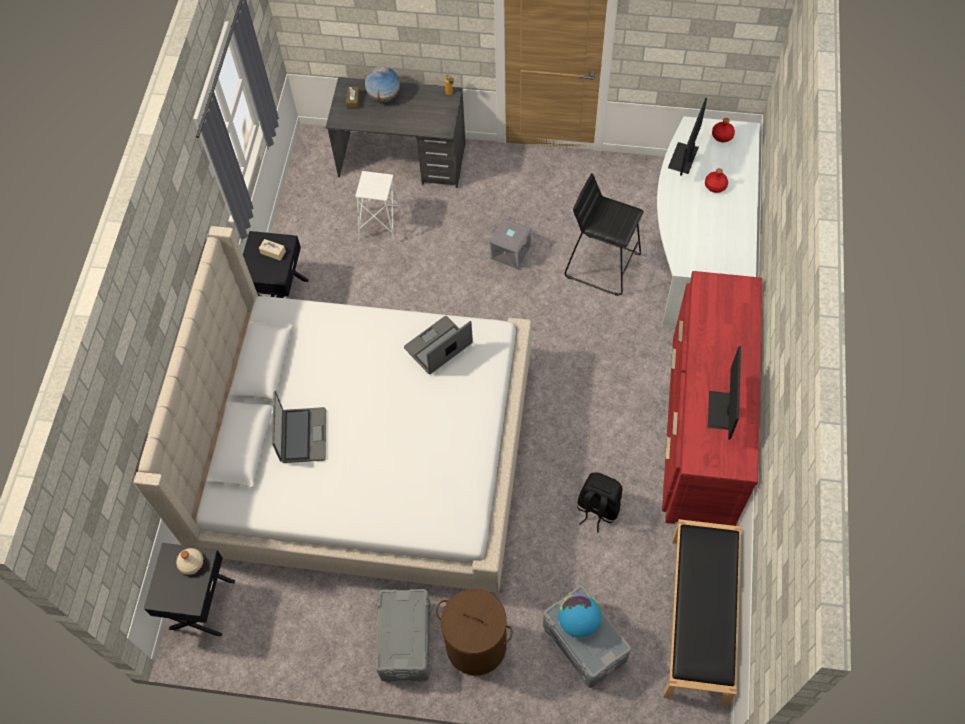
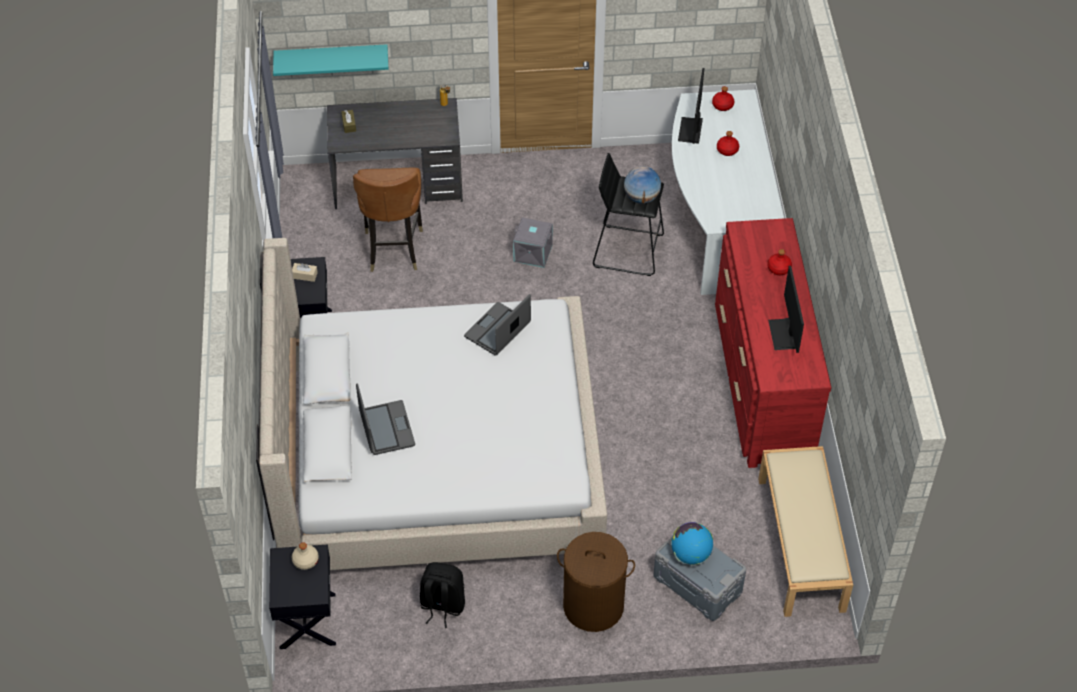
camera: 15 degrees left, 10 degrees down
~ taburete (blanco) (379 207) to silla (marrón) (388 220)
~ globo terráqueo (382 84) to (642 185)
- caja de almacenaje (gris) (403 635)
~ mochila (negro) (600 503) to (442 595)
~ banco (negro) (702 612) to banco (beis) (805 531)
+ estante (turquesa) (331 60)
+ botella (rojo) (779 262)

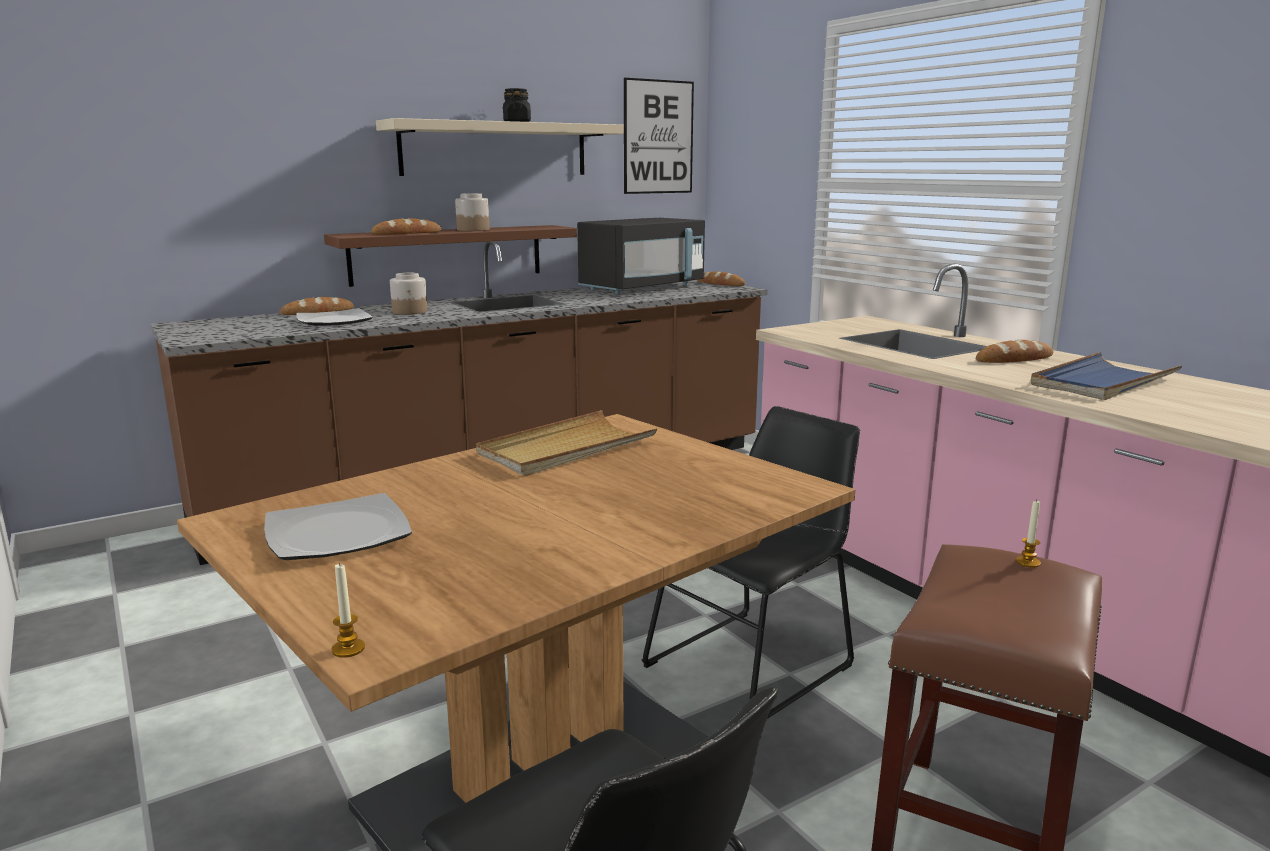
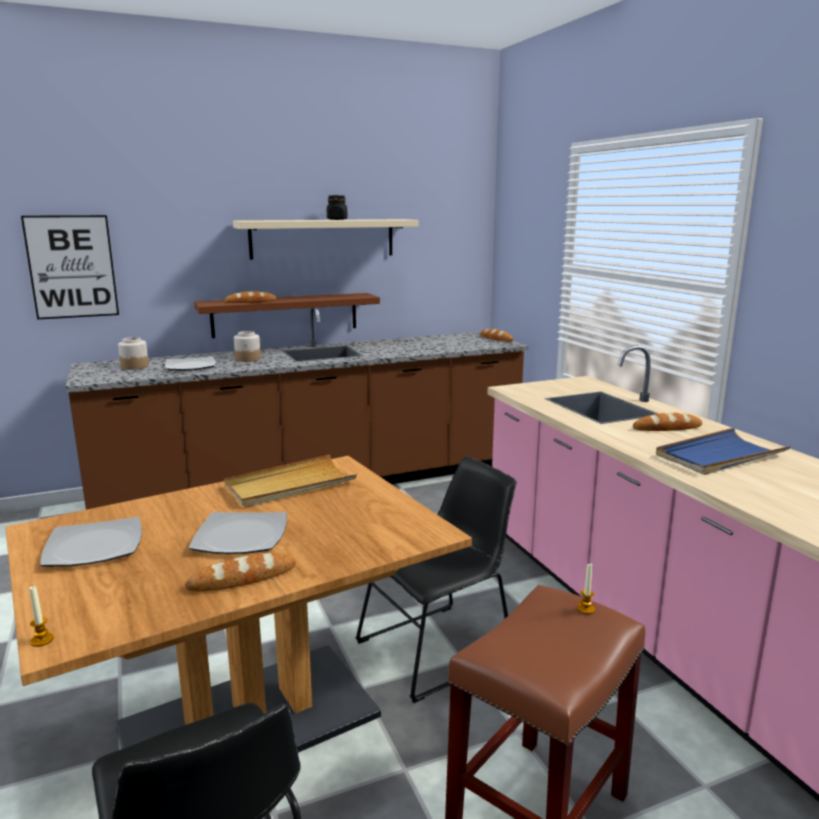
camera: 10 degrees right, 0 degrees up
~ pan (317 306) to (240 572)
~ tarro (472 212) to (133 353)
- microondas (negro) (641 256)
~ cuadro (659 136) to (70 267)
+ plato (238 533)

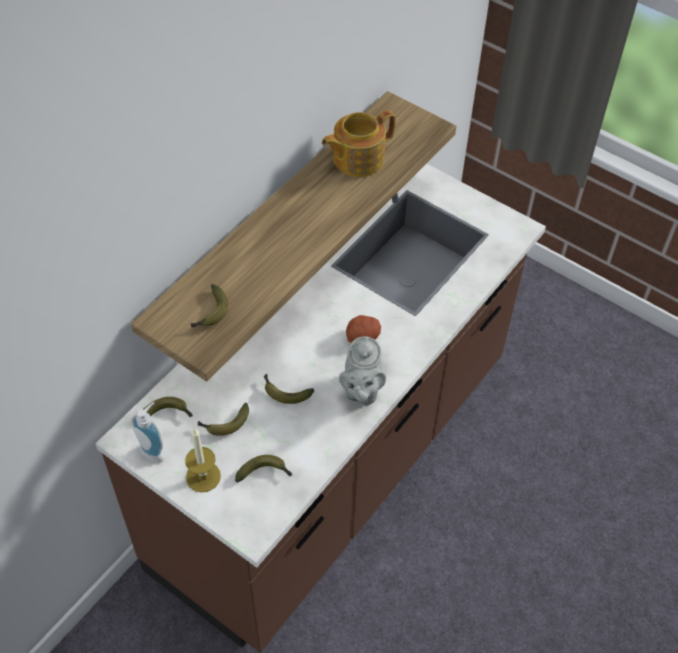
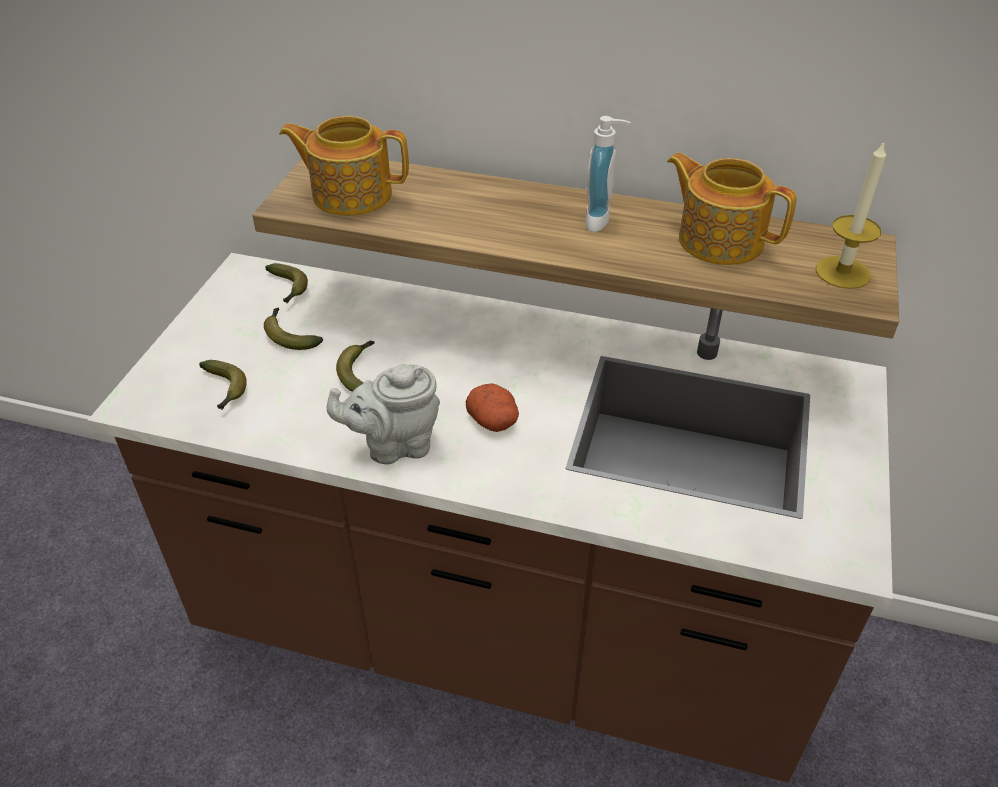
camera: 70 degrees right, 10 degrees down
~ dispensador de jabón (148 432) to (608 174)
~ vela (203 460) to (851 214)
~ plátano (209 306) to tetera (344 166)

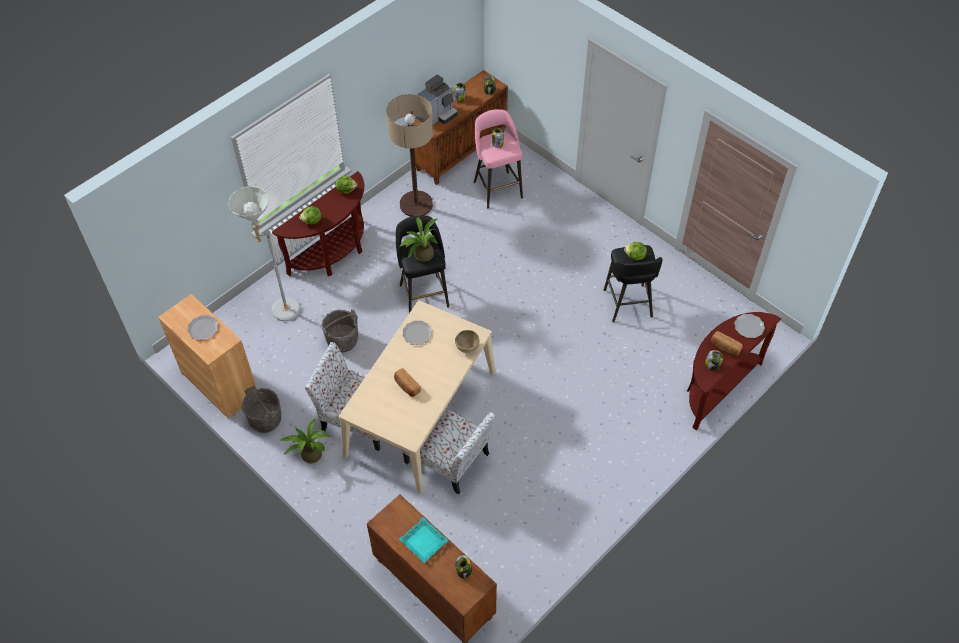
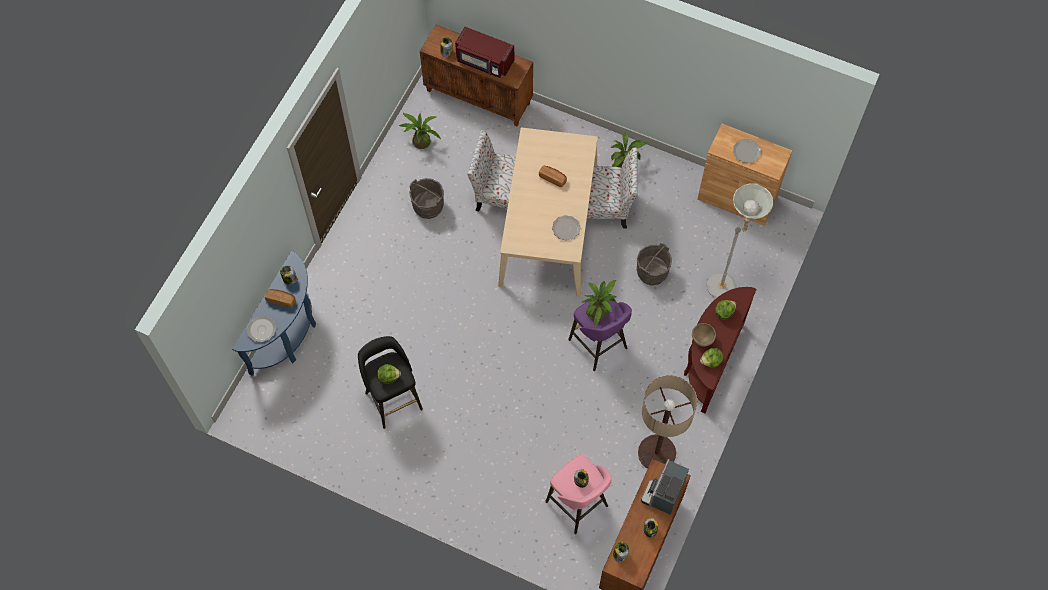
camera: 160 degrees right, 10 degrees up
~ cubo (gris) (262 409) to (426 198)
~ taburete (negro) (423 264) to taburete (morado) (600 333)
~ bandeja (turquesa) (424 540) to microondas (rojo) (484 52)
~ cuenco (marrón) (467 341) to (704 335)
~ mesa consola (marrón) (734 371) to mesa consola (azul) (274 313)
+ planta en maceta (420 131)

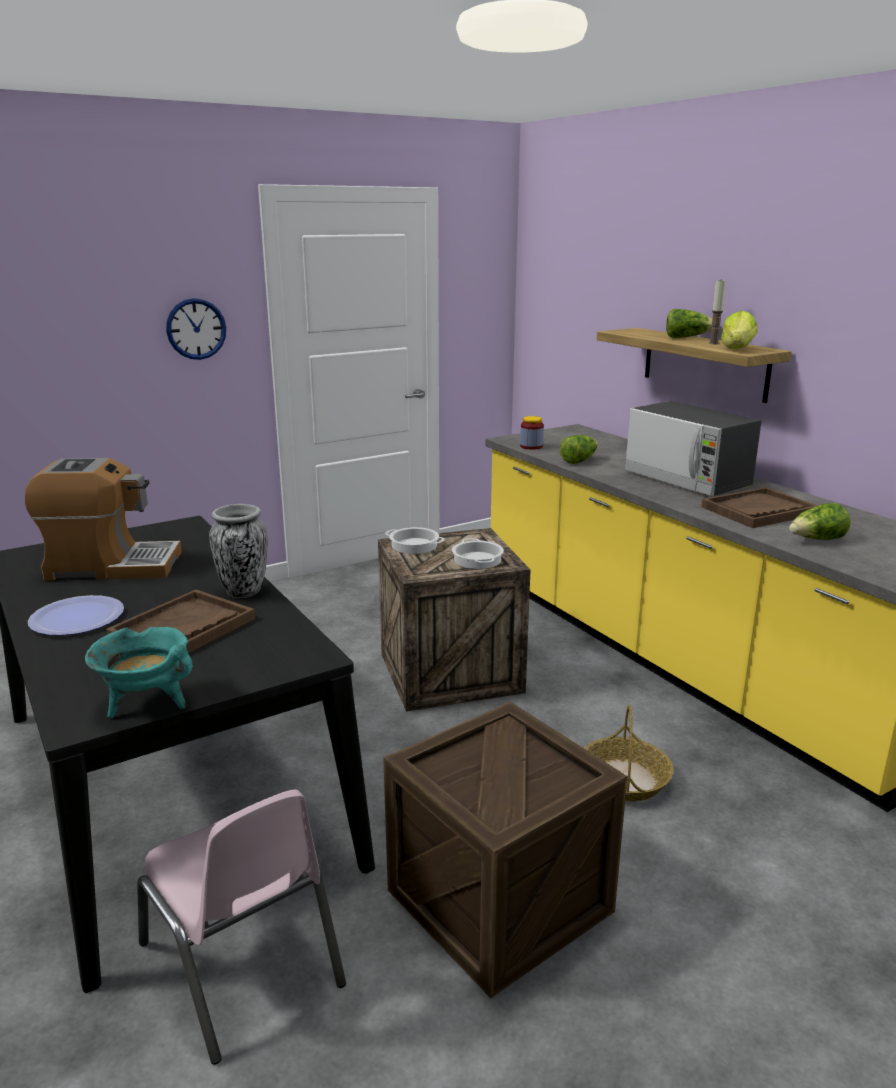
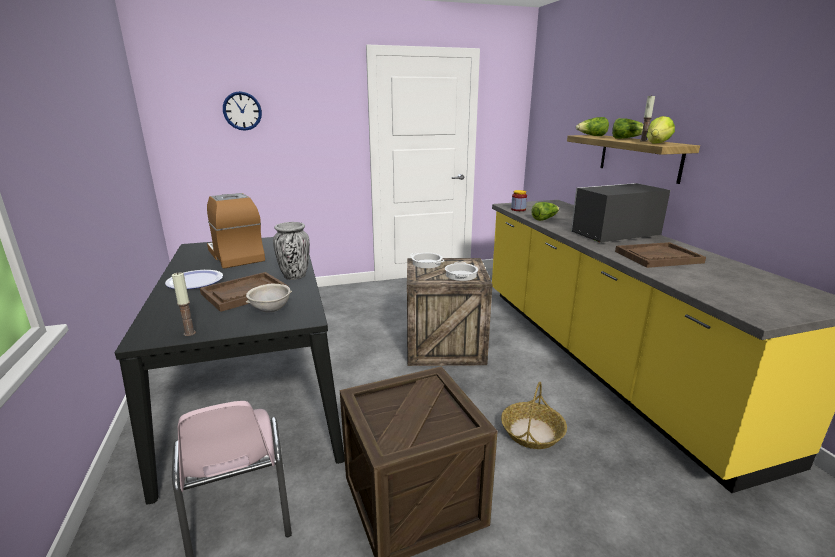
camera: 15 degrees right, 0 degrees up
~ cafetera (103 519) = (236 231) 135 degrees counterclockwise
~ olla (turquesa) (139 672) to vela (184 304)
~ reloj de pared (196 329) to (242 111)
~ microondas (693 448) = (620 213) 90 degrees clockwise
~ lechuga (820 521) to (592 126)
+ cuenco (gris) (269 298)

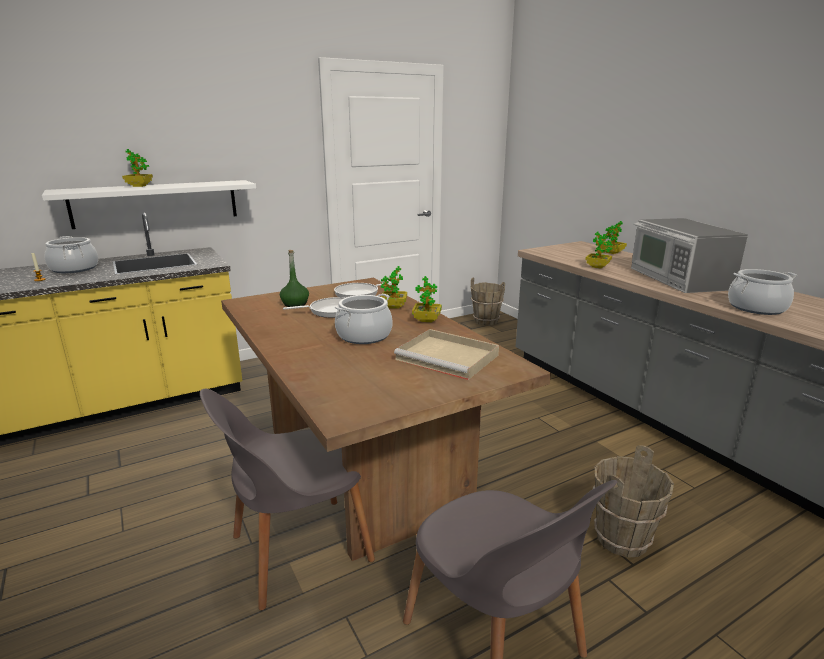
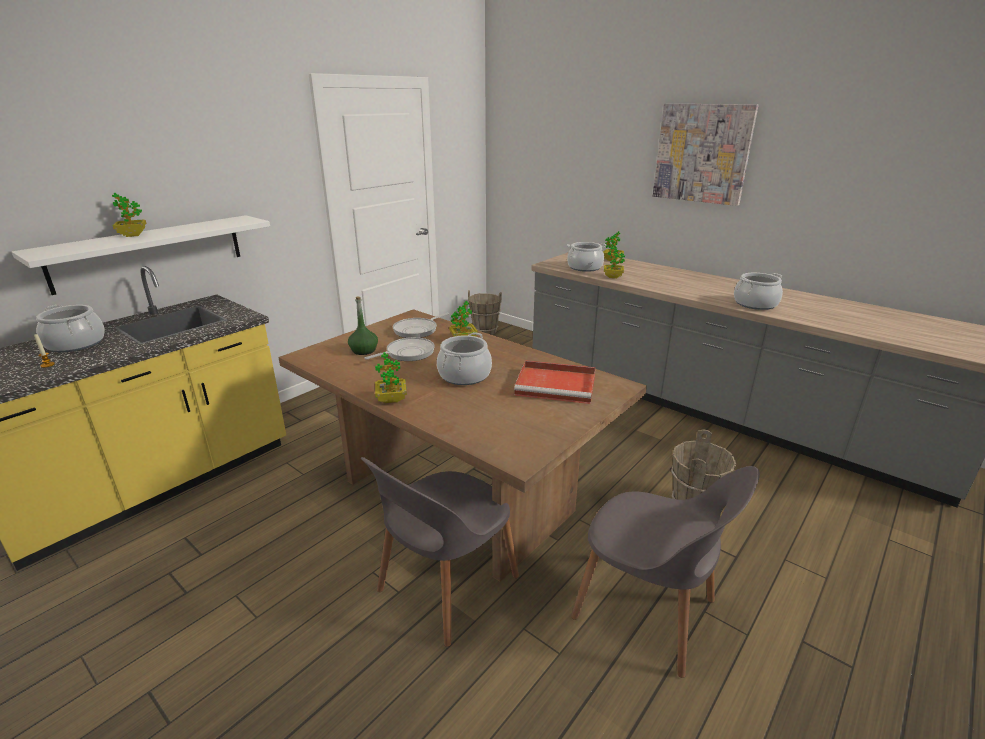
camera: 20 degrees left, 5 degrees up
~ bandeja (beis) (446 354) to bandeja (rojo) (555 382)
~ planta en maceta (427 299) to (391 377)
- microondas (689 255)
+ olla (586 257)
+ cuadro (706 155)

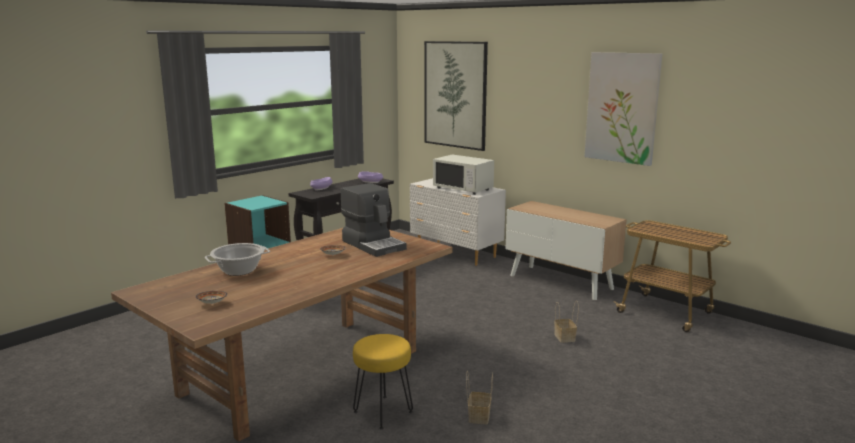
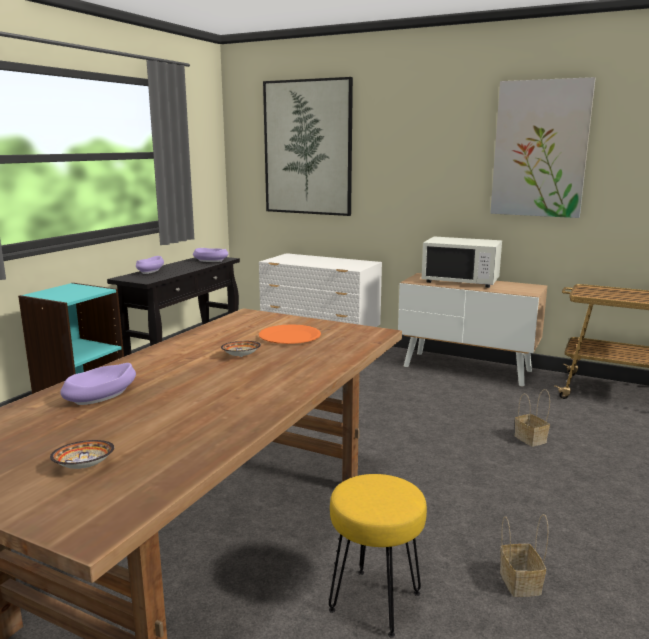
camera: 15 degrees left, 0 degrees up
~ olla (237 259) to cuenco (morado) (98 384)
~ cafetera (374 220) to plato (naranja) (290 334)
~ microondas (blanco) (463 175) to (462 262)

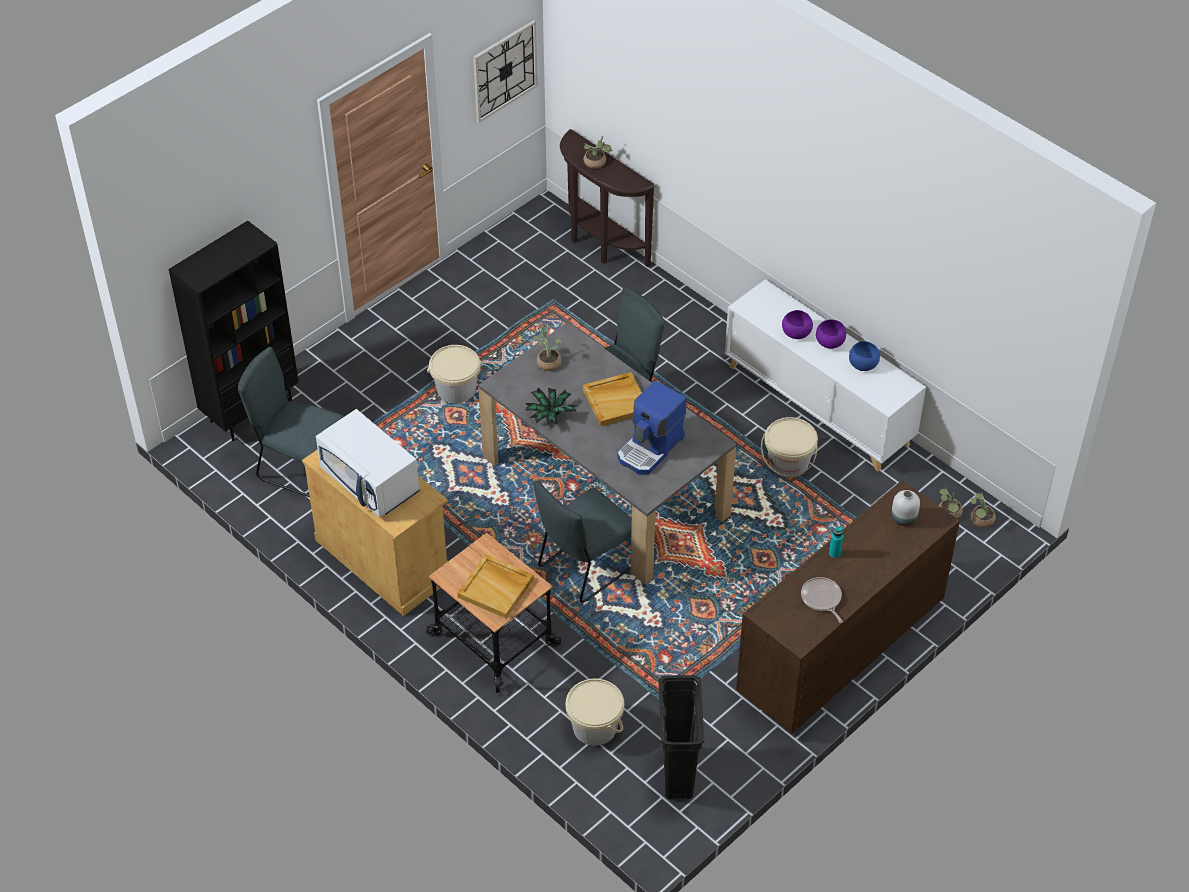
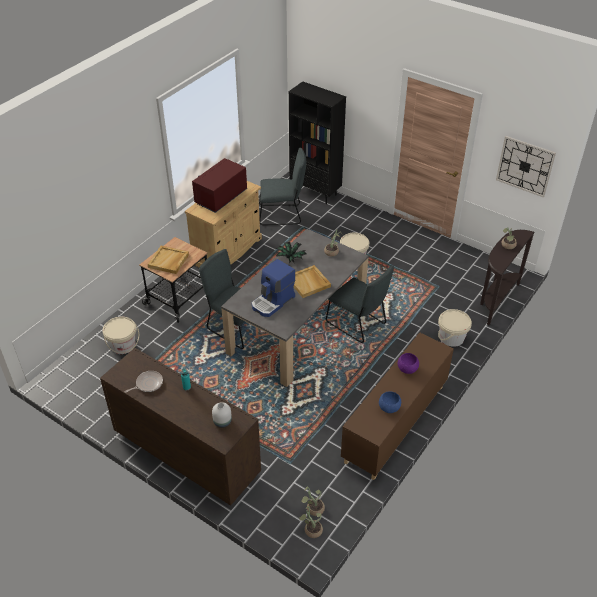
camera: 80 degrees right, 5 degrees down
~ silla (gris) (291 422) = (282 186) 75 degrees clockwise
~ microondas (blanco) (368 463) to microondas (rojo) (219 185)
~ cafetera (652 427) = (273 288) 75 degrees counterclockwise
- papelera (negro) (682 737)
~ armario (blanco) (825 375) to armario (marrón) (397 406)
~ cubo (beis) (789 447) to (455 328)
- cuenco (morado) (831 334)

